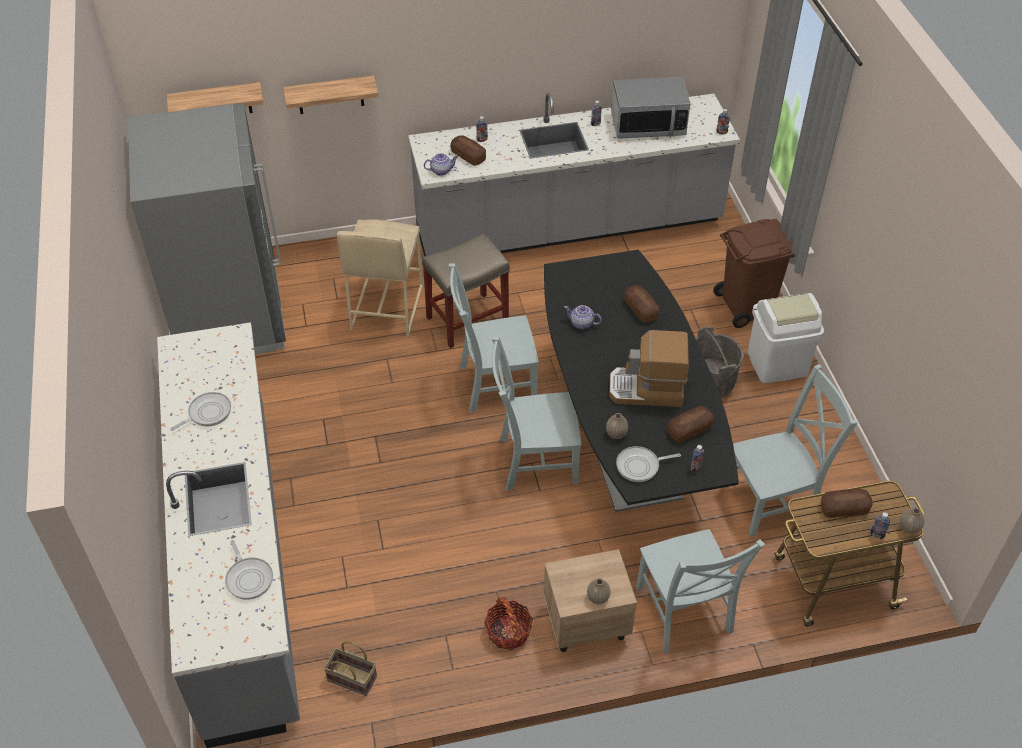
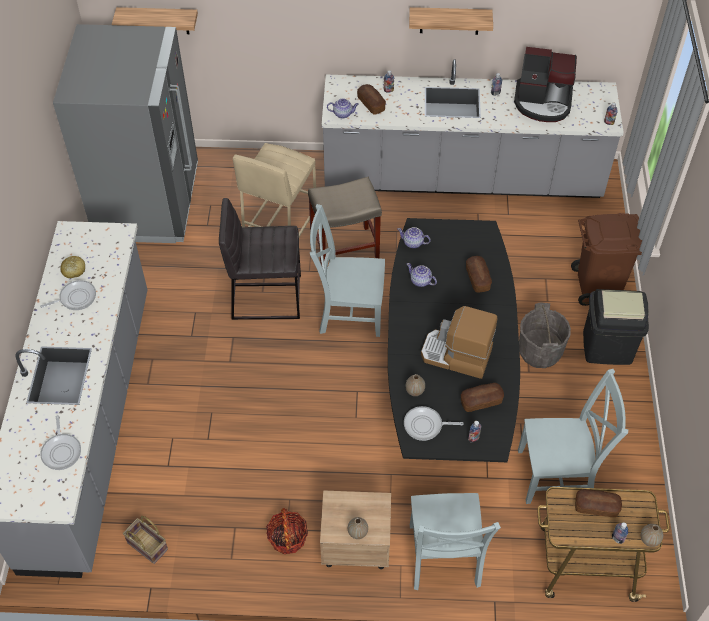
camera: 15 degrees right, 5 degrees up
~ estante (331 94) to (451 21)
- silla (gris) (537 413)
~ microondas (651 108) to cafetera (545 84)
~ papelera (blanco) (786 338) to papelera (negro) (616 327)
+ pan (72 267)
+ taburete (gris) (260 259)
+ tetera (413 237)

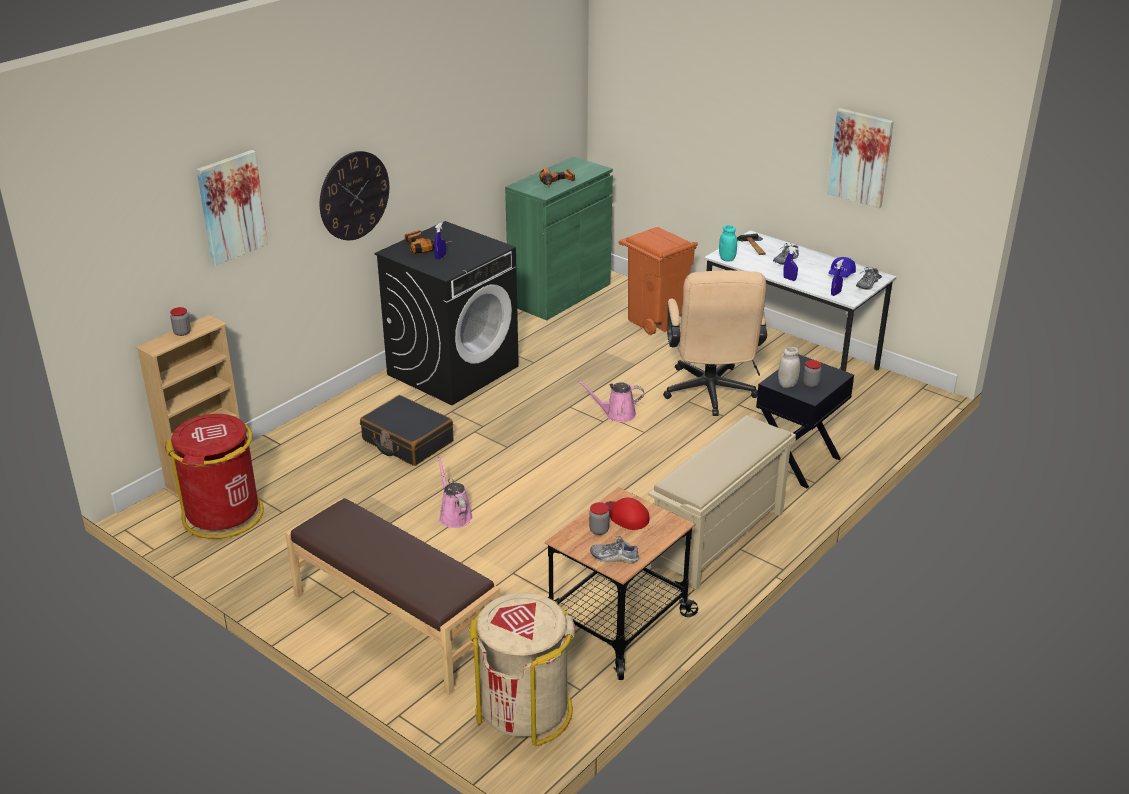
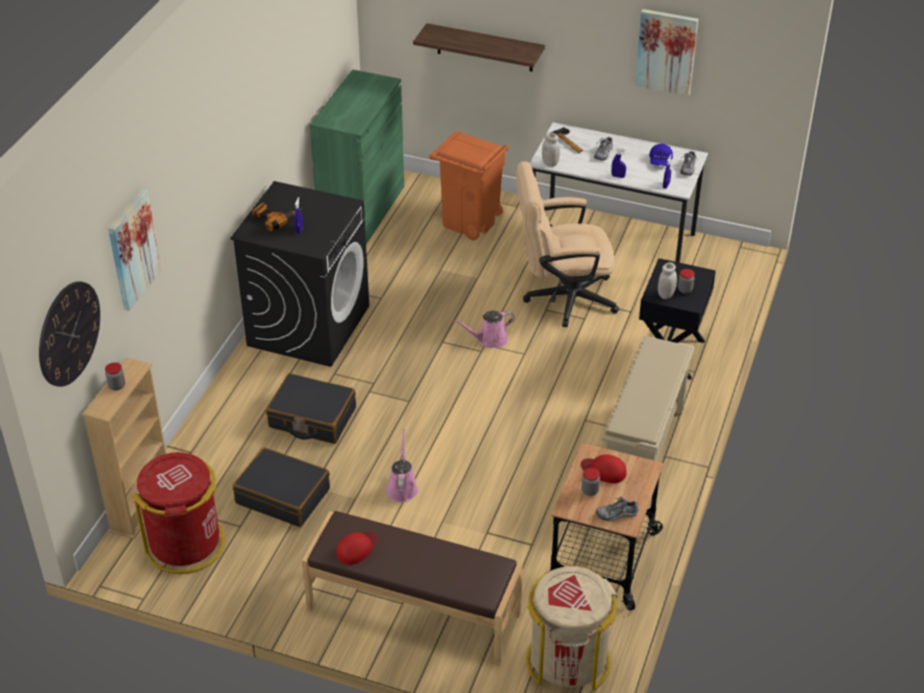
camera: 20 degrees left, 10 degrees up
~ reloj de pared (354 195) to (69 334)
~ regadera (rosa) (455 492) = (402 465) 45 degrees clockwise
- taladro (557 178)
~ silla de oficina (beis) (715 343) = (567 244) 105 degrees clockwise
~ tarro (turquesa) (728 243) to tarro (blanco) (551 149)
+ maleta (negro) (281 487)
+ gorra (rojo) (357 548)
+ estante (479 47)

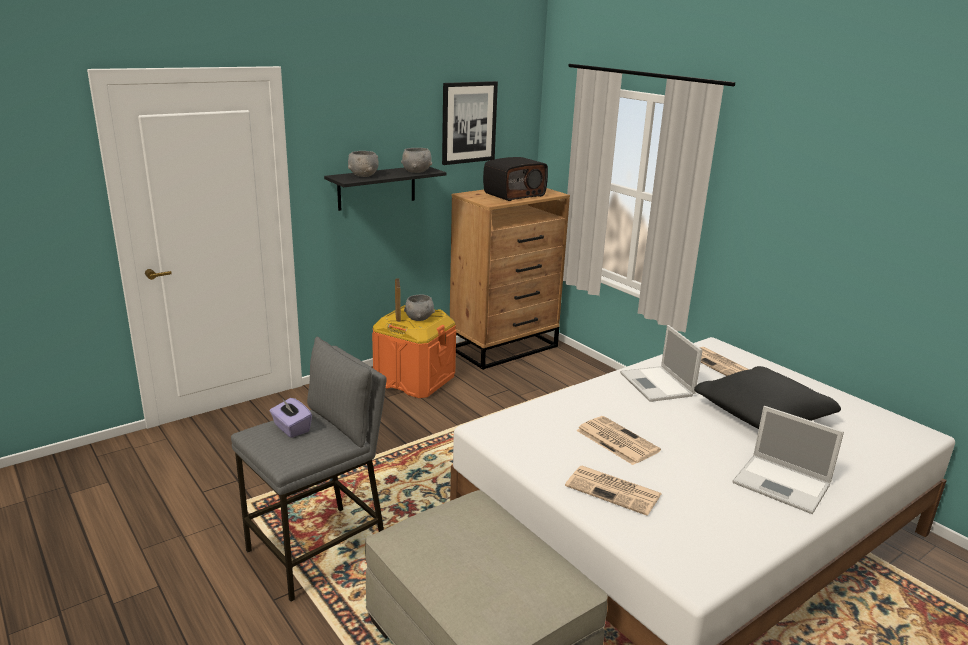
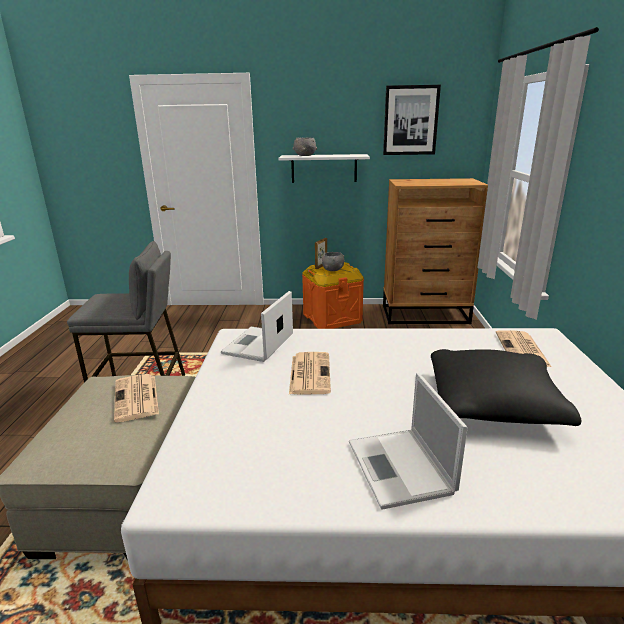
camera: 40 degrees right, 0 degrees up
- caja de pañuelos (morado) (291 418)
~ estante (negro) (385 189) to estante (blanco) (324 168)
- cuenco (gris) (416 160)
- radio (515 179)
~ periódico (613 491) to (136 398)
~ portátil (661 363) to (257 326)

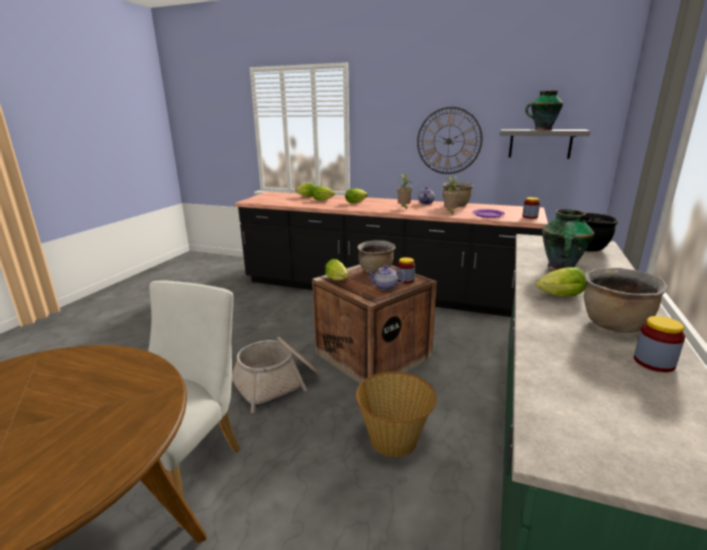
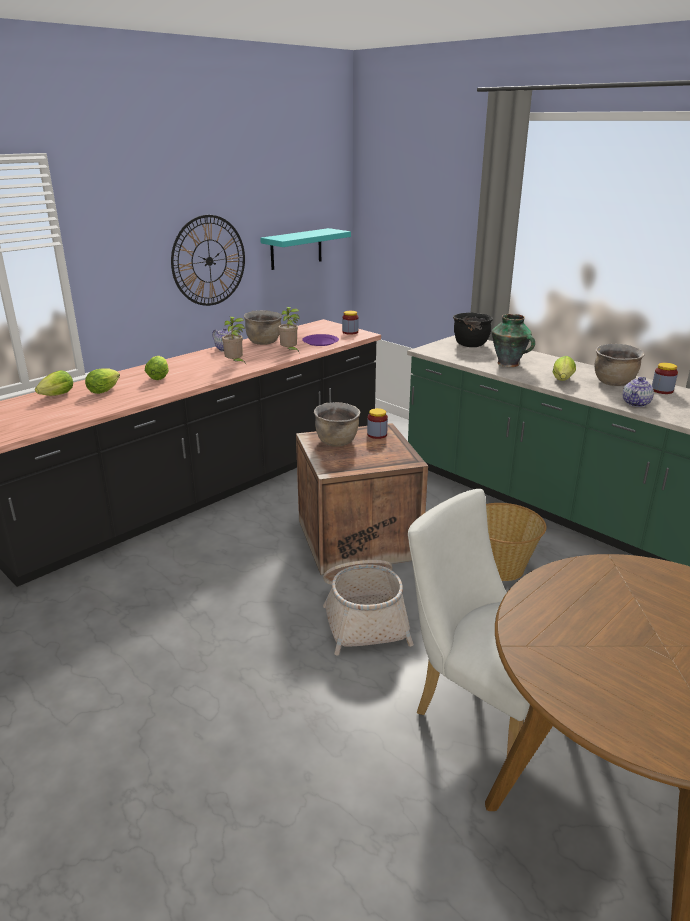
camera: 65 degrees left, 5 degrees up
- lechuga (336 270)
~ tetera (386 277) to (638 392)
~ estante (gris) (545 144) to estante (turquesa) (305 249)
- florero (544 110)

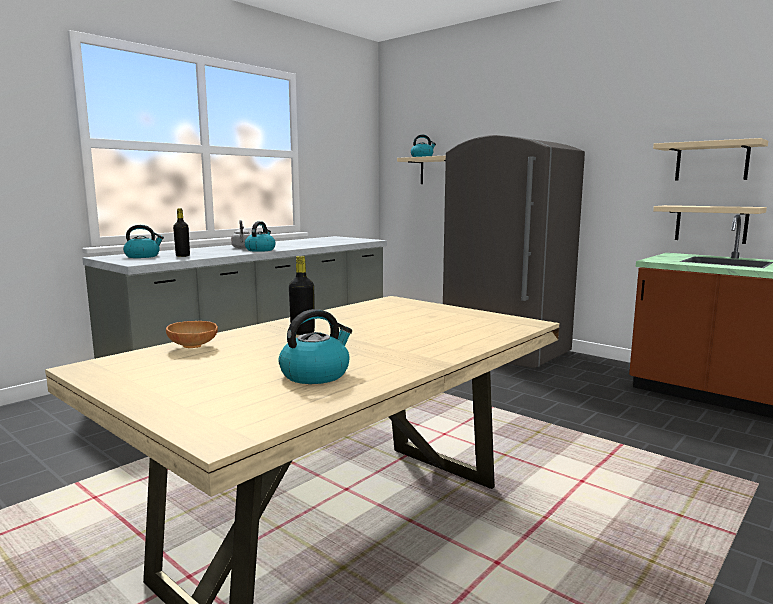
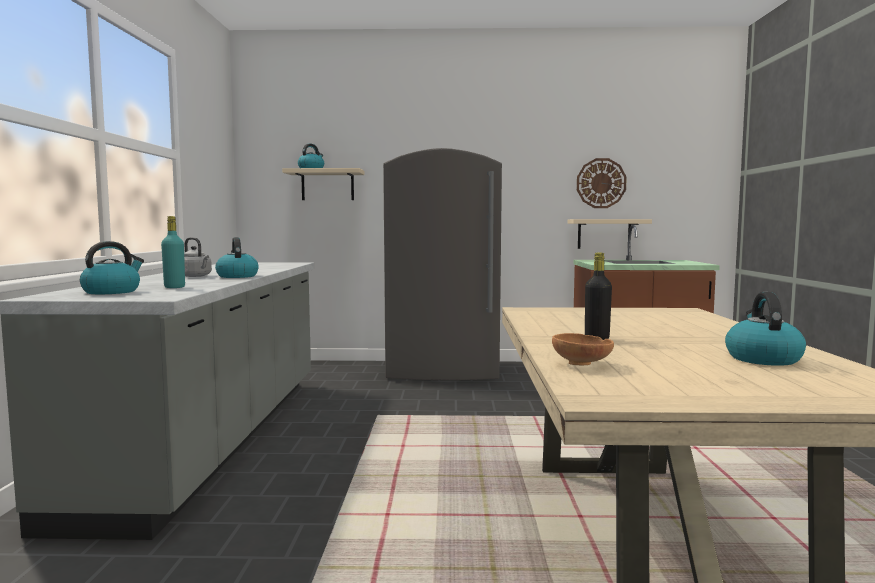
camera: 40 degrees left, 5 degrees down
~ botella (negro) (181 232) to botella (turquesa) (173 252)
~ estante (beis) (710 159) to reloj de pared (602 183)

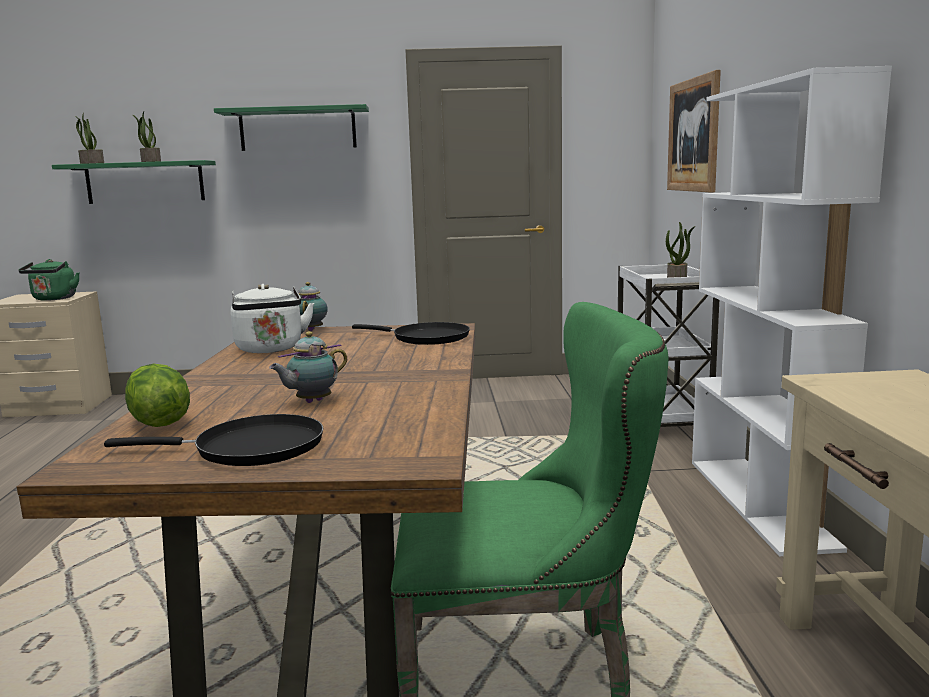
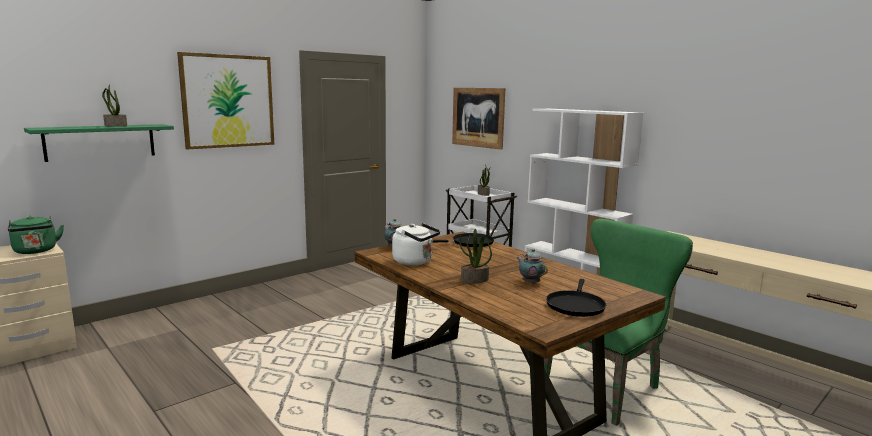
camera: 40 degrees left, 0 degrees up
~ planta en maceta (90 138) to (475 256)
~ sartén (negro) (213 440) = (576 298) 150 degrees clockwise
- lechuga (157 395)
~ estante (verde) (291 127) to cuadro (225 100)
~ tetera (308 367) = (532 266) 135 degrees clockwise

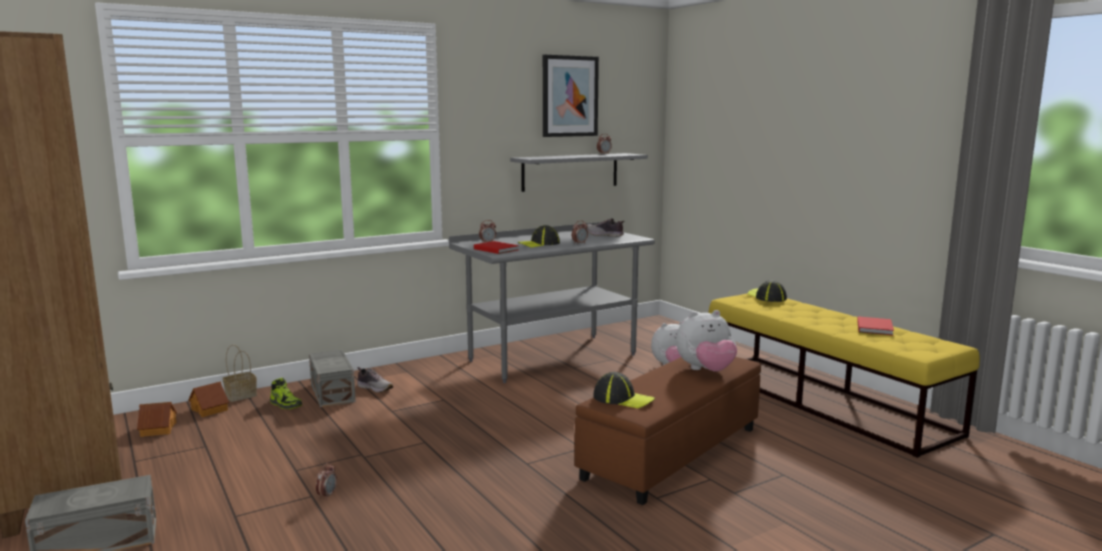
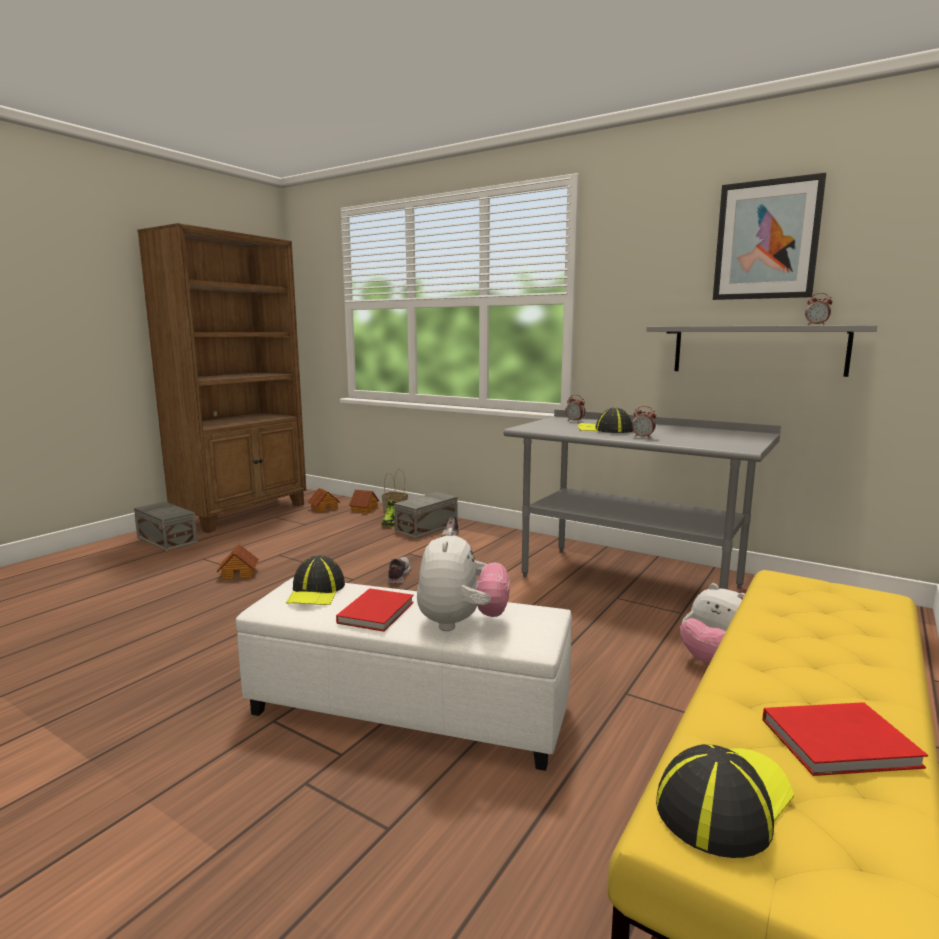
camera: 65 degrees right, 0 degrees up
~ despertador (326 481) to casita (237 562)
~ libro (rojo) (496 247) to (375 610)
~ puf (marrón) (668 431) to puf (blanco) (404 674)
~ zapato (605 227) to (399 570)
~ peluche (706 341) = (463 579) 135 degrees counterclockwise
~ gorra (767 291) to (725 801)

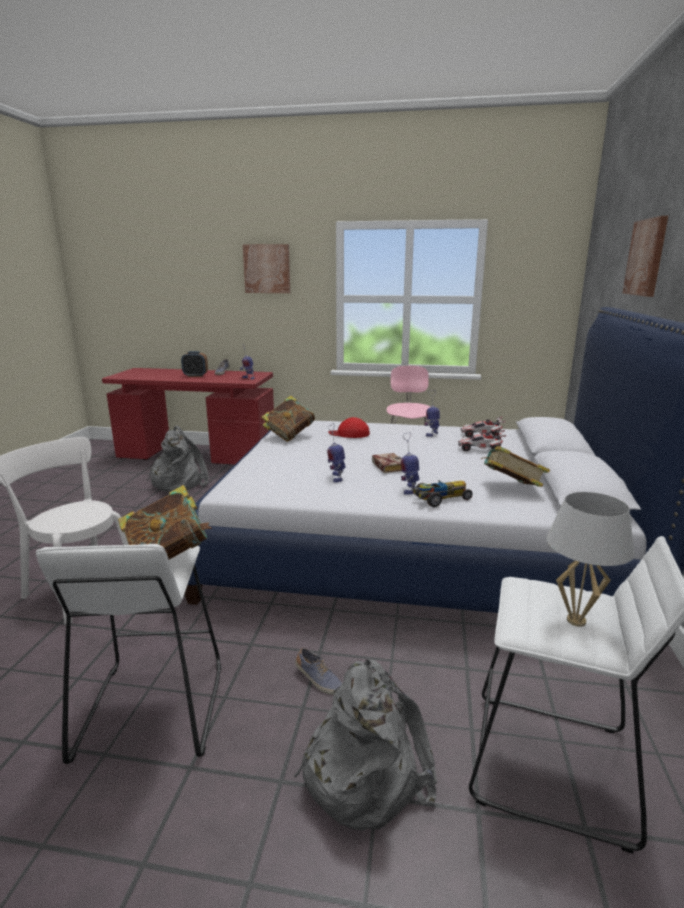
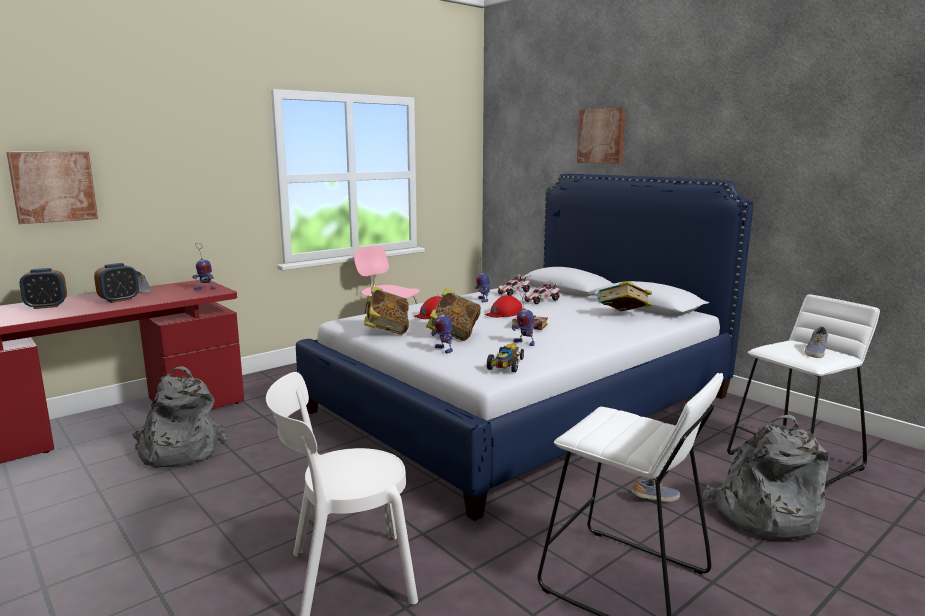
camera: 50 degrees left, 5 degrees down
~ libro (165 522) to (453 314)
~ cuadro (266 268) to (52 188)
~ robot de juguete (410 463) to (442 324)
~ coche de juguete (443 493) to (505 357)
~ lámpara de mesa (blanco) (590 559) to zapato (816 342)
+ despertador (43 288)
+ gorra (rojo) (504 306)

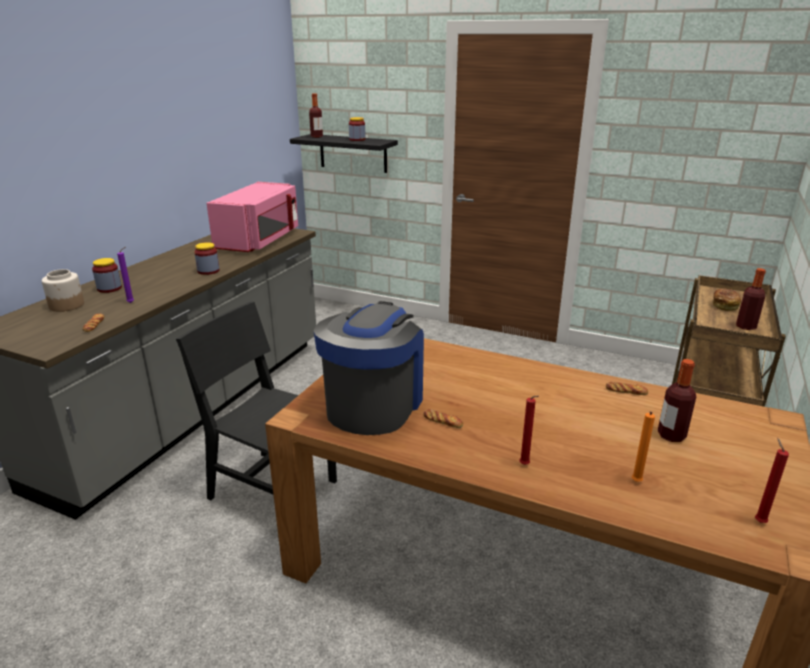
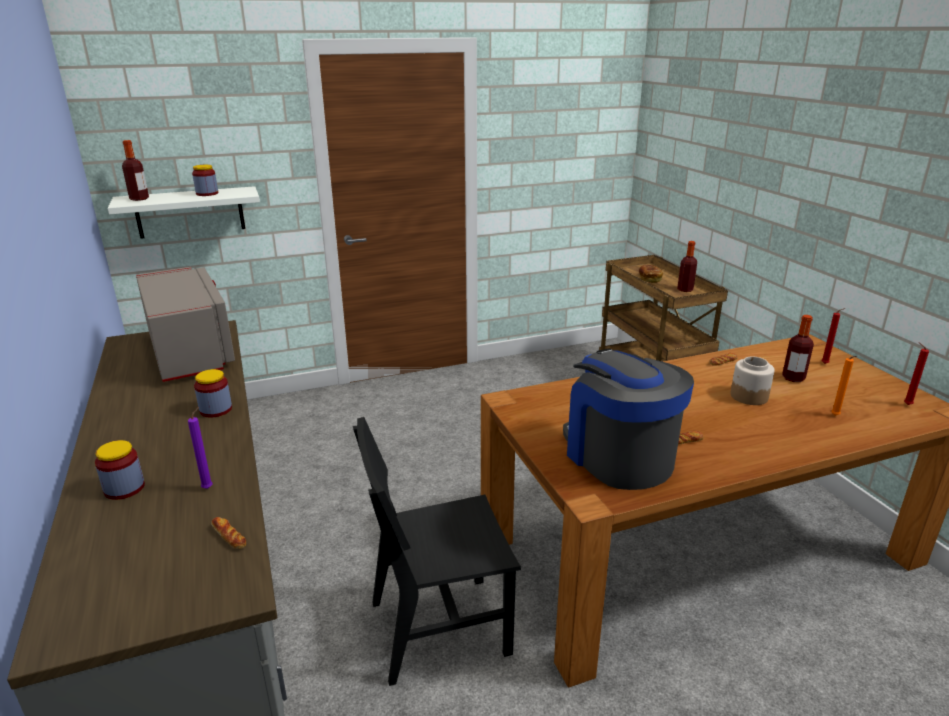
camera: 45 degrees left, 0 degrees up
~ tarro (63 290) to (752 380)
~ microondas (rosa) (252 217) to microondas (gris) (185 324)
~ estante (negro) (344 153) to estante (blanco) (184 212)
~ vela (rojo) (529 430) to (833 336)

